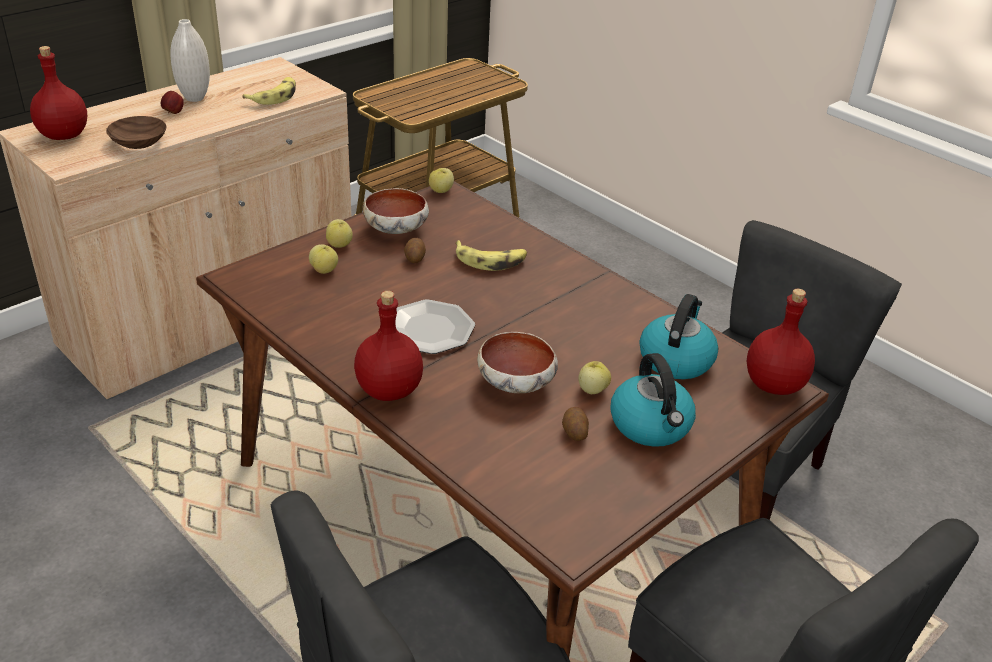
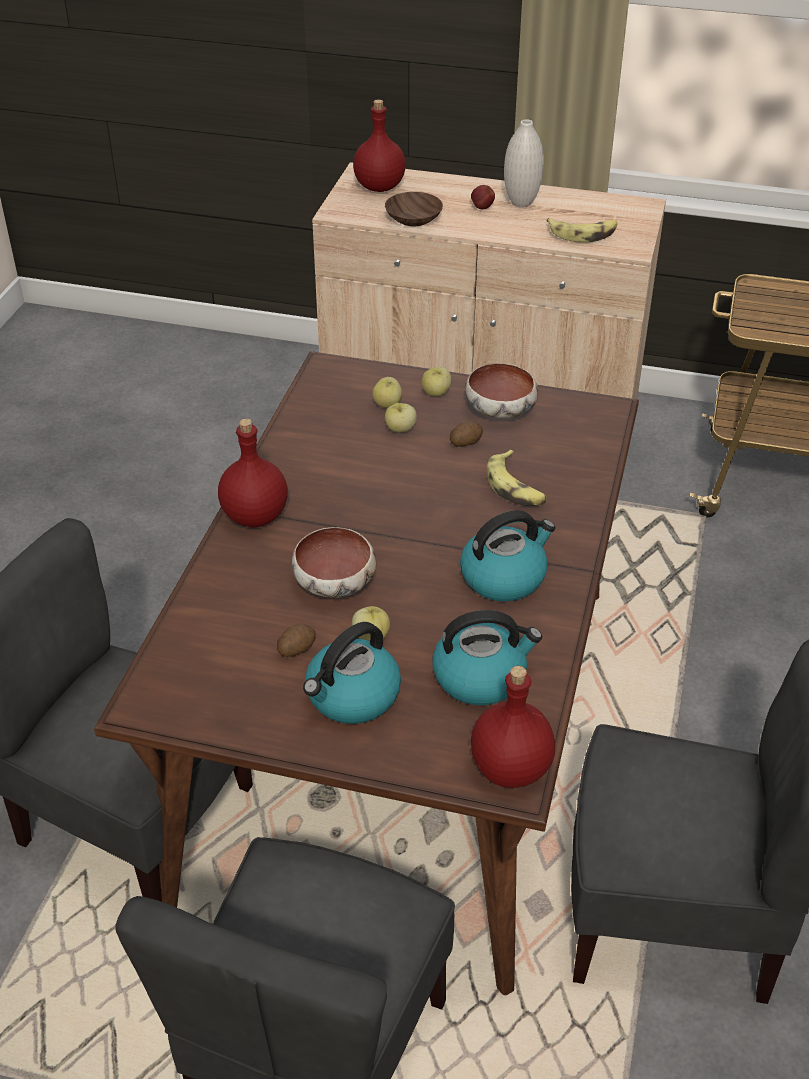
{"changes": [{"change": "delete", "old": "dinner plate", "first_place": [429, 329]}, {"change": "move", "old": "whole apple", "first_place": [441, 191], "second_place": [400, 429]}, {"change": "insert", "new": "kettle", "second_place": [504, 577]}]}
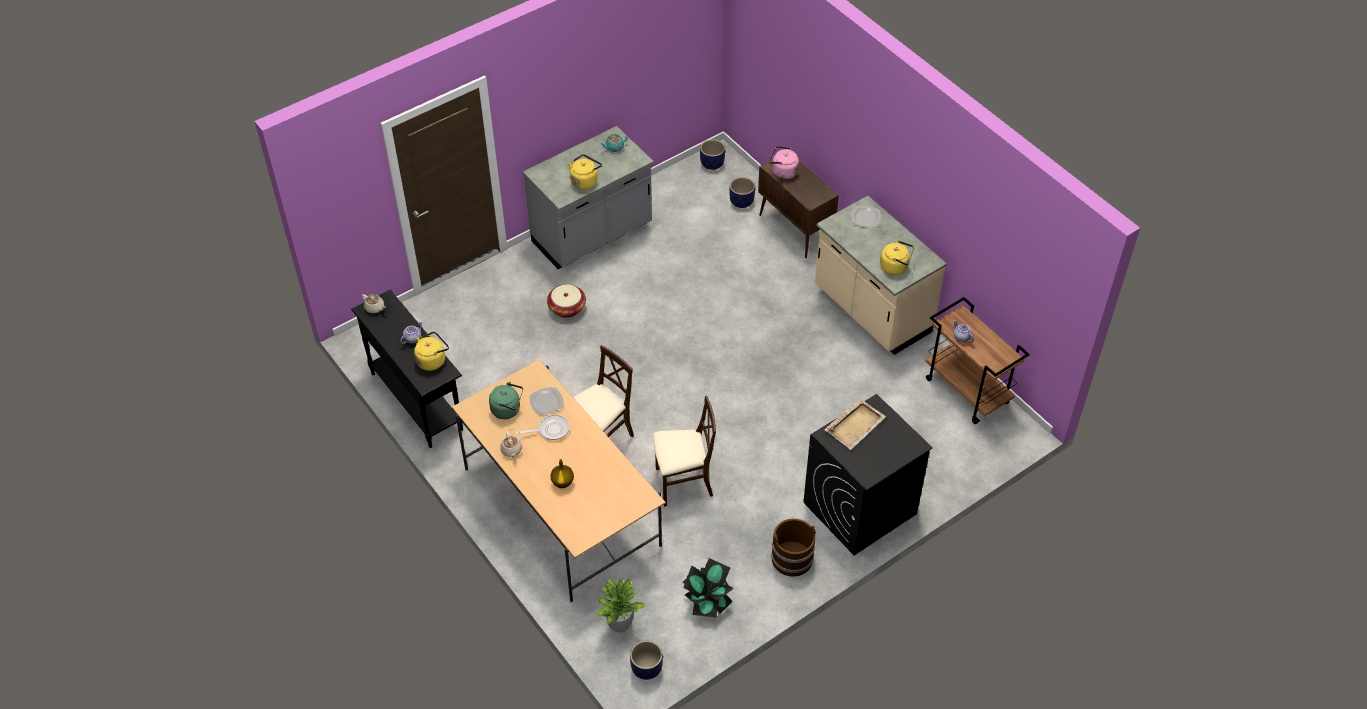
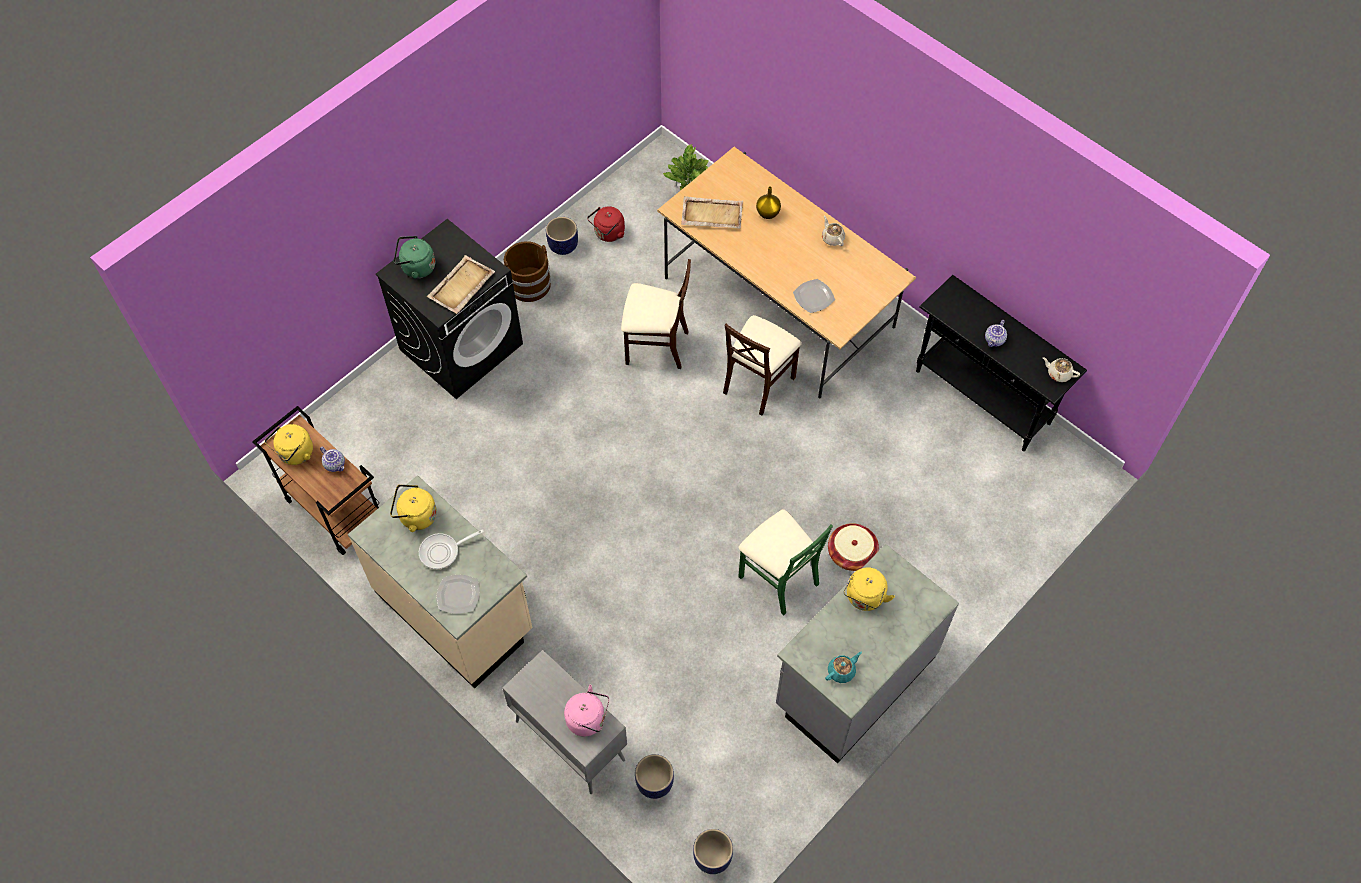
{"changes": [{"change": "move", "old": "yellowish kettle", "first_place": [432, 360], "second_place": [294, 454]}, {"change": "move", "old": "green kettle", "first_place": [508, 410], "second_place": [416, 267]}, {"change": "move", "old": "skillet", "first_place": [550, 430], "second_place": [443, 552]}, {"change": "move", "old": "plant pot", "first_place": [646, 668], "second_place": [563, 246]}, {"change": "rotate", "old": "beige-coloured chair", "first_place": [683, 483], "second_place": [656, 346], "degrees": -150}, {"change": "replace", "old": "plant in a pot", "new": "reddish kettle", "first_place": [708, 599], "second_place": [608, 234]}, {"change": "recolor", "old": "brown cabinet", "new": "grey cabinet", "first_place": [795, 230], "second_place": [569, 740]}, {"change": "insert", "new": "beige-coloured tray", "second_place": [711, 214]}, {"change": "insert", "new": "green chair", "second_place": [779, 578]}]}
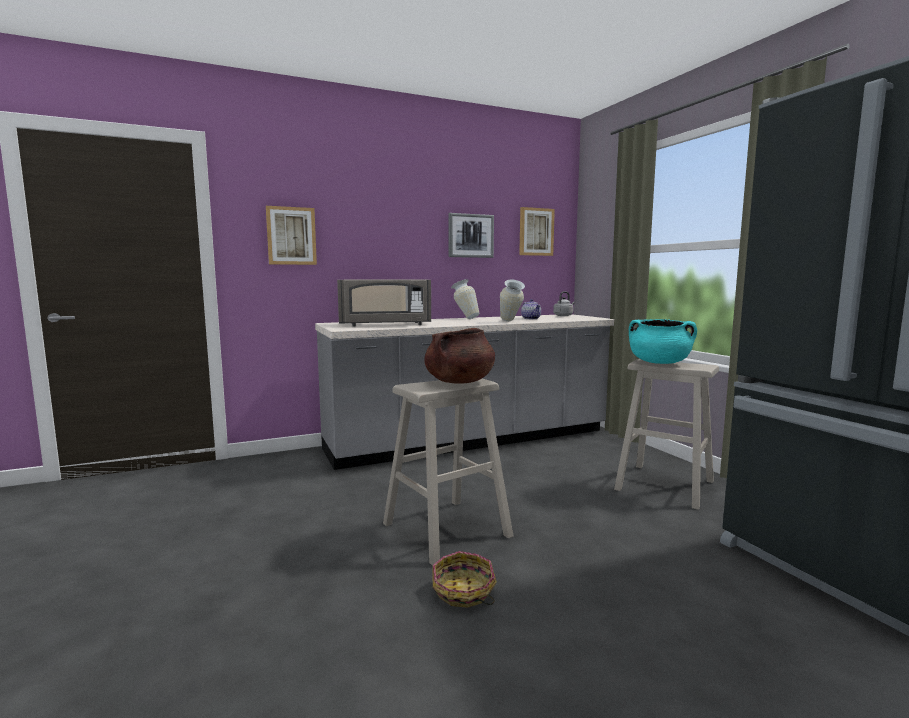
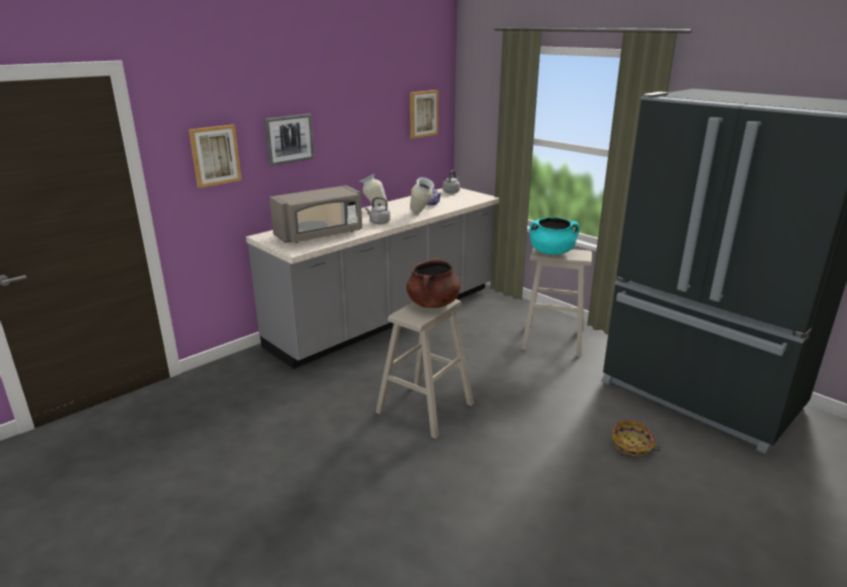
{"changes": [{"change": "move", "old": "household basket", "first_place": [463, 592], "second_place": [632, 446]}, {"change": "move", "old": "picture", "first_place": [470, 236], "second_place": [289, 139]}, {"change": "insert", "new": "grey kettle", "second_place": [378, 222]}]}
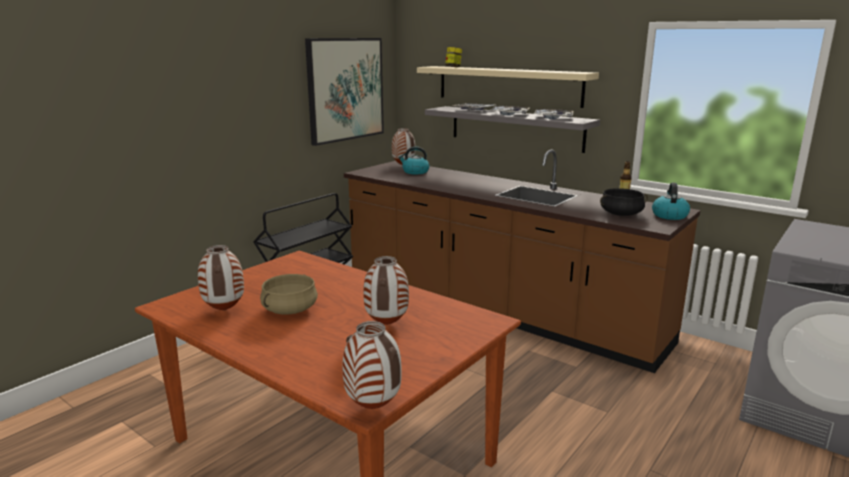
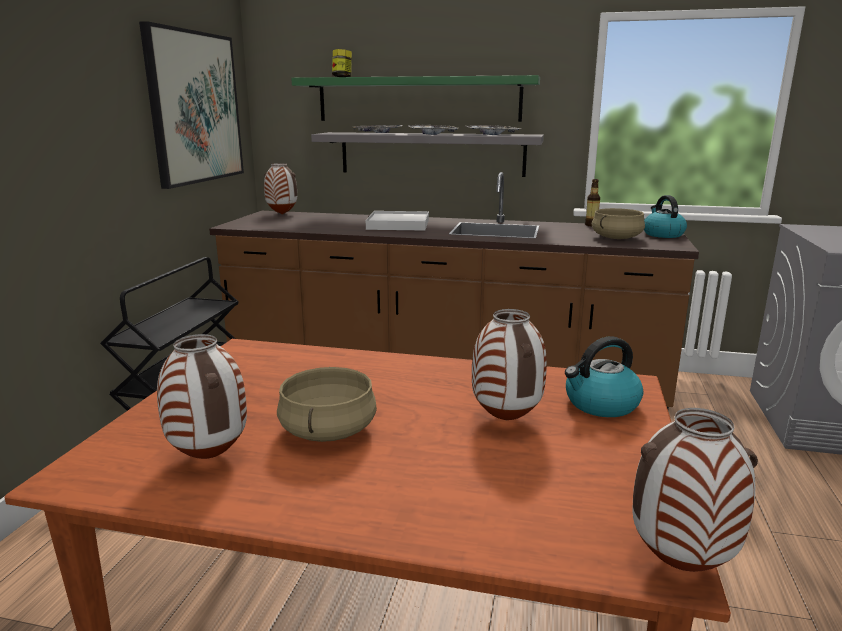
{"changes": [{"change": "move", "old": "kettle", "first_place": [415, 172], "second_place": [601, 404]}, {"change": "recolor", "old": "beige-coloured wall shelf", "new": "green wall shelf", "first_place": [507, 85], "second_place": [418, 99]}, {"change": "recolor", "old": "black-coloured stockpot", "new": "beige-coloured stockpot", "first_place": [621, 214], "second_place": [616, 238]}, {"change": "insert", "new": "whitish tray", "second_place": [398, 224]}]}
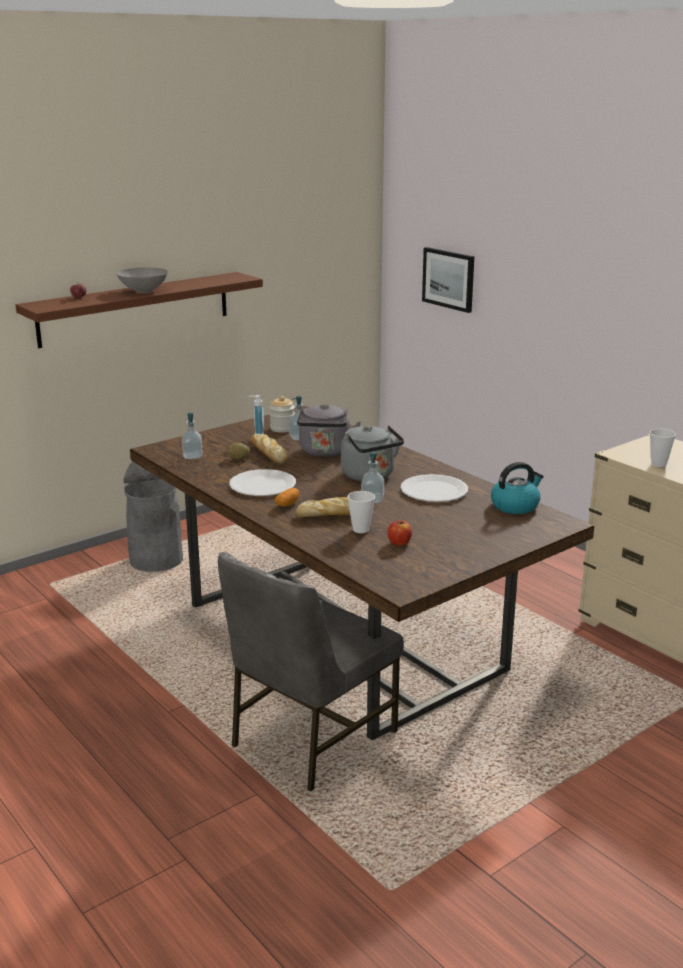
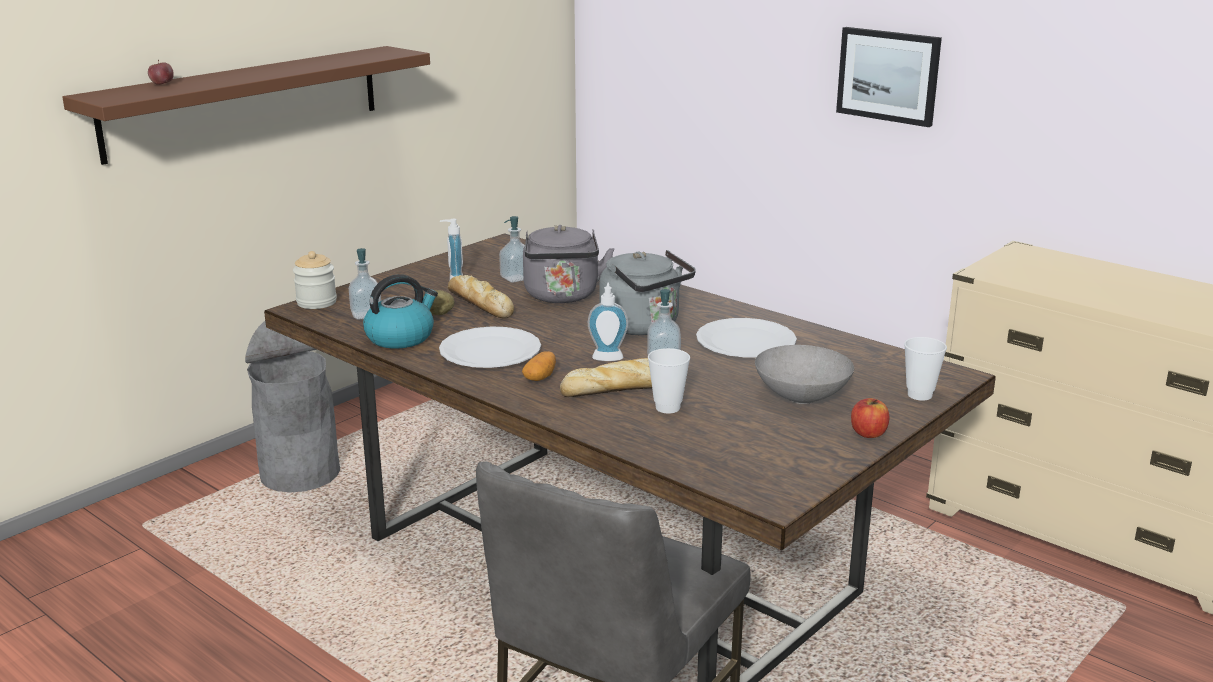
{"changes": [{"change": "move", "old": "grey bowl", "first_place": [143, 291], "second_place": [801, 398]}, {"change": "move", "old": "preserve jar", "first_place": [282, 428], "second_place": [316, 302]}, {"change": "move", "old": "whole apple", "first_place": [399, 543], "second_place": [868, 433]}, {"change": "move", "old": "picture", "first_place": [449, 279], "second_place": [888, 75]}, {"change": "move", "old": "kettle", "first_place": [515, 506], "second_place": [401, 337]}, {"change": "move", "old": "small cup", "first_place": [658, 464], "second_place": [919, 395]}, {"change": "insert", "new": "liquid soap bottle", "second_place": [607, 356]}]}
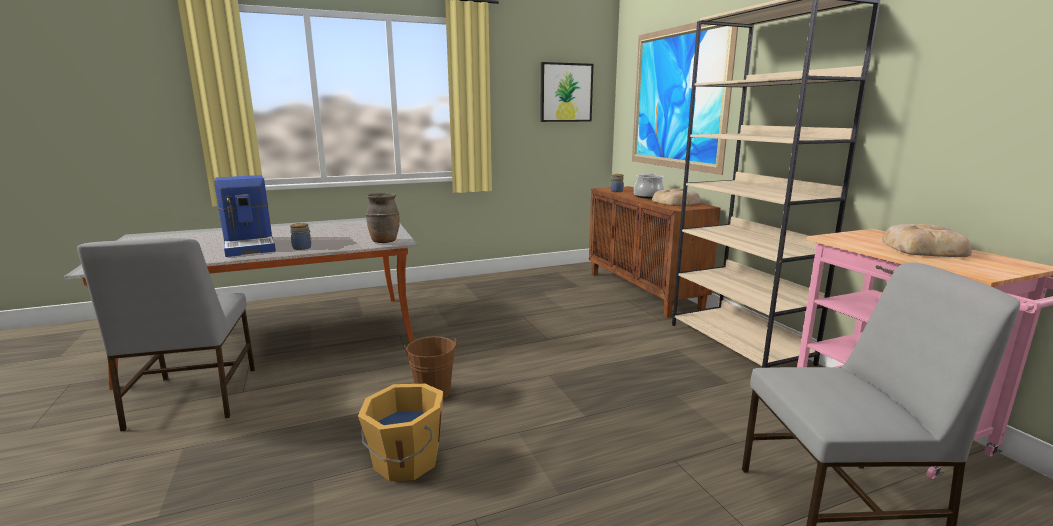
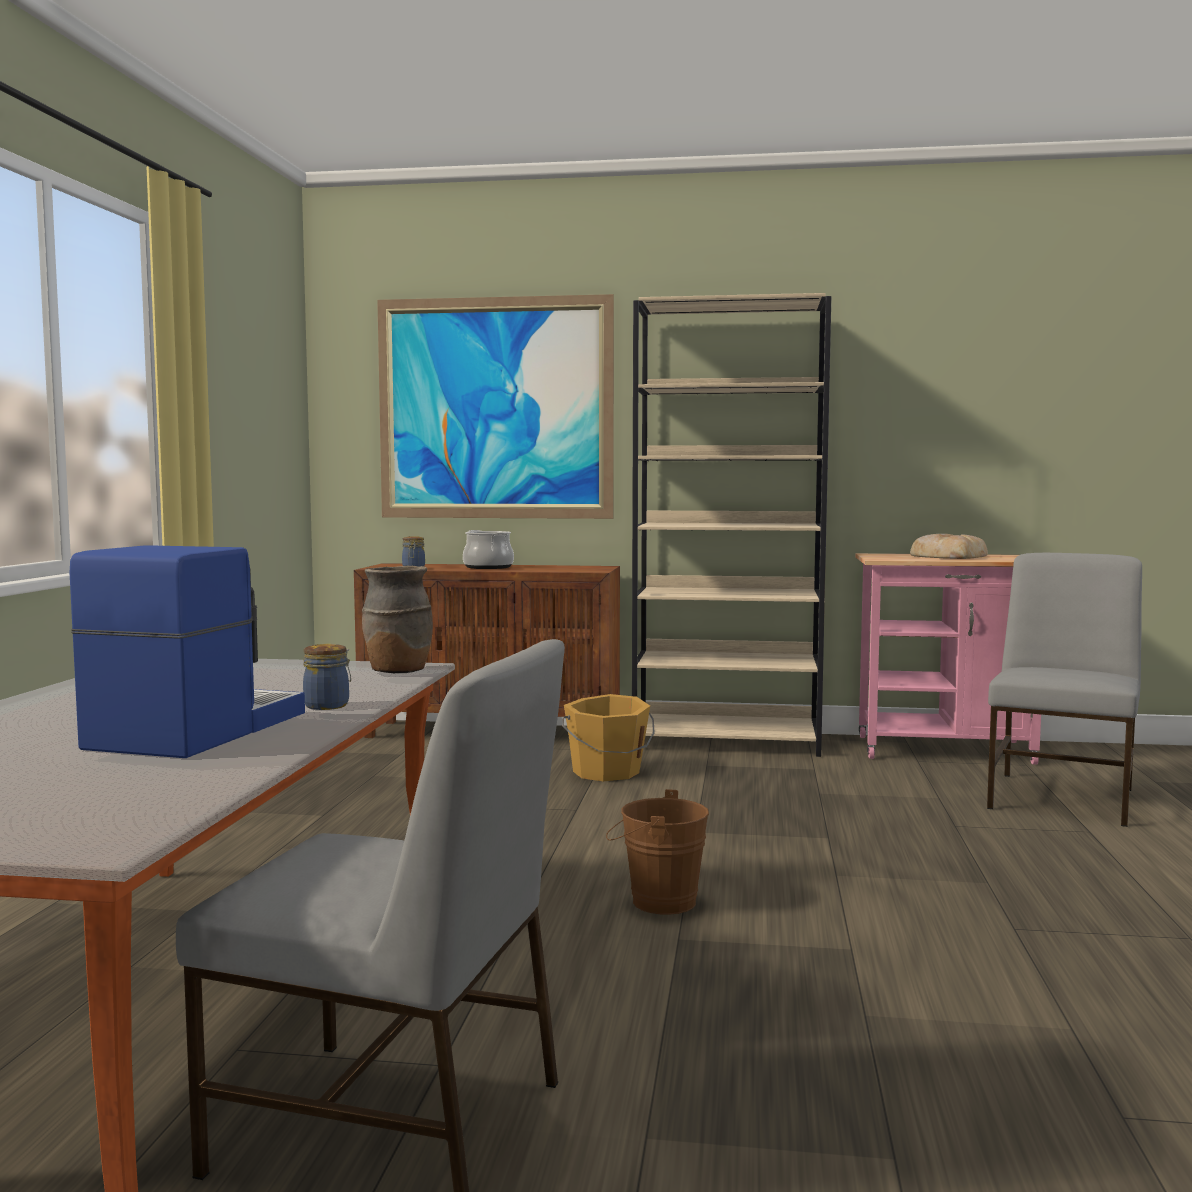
{"changes": [{"change": "rotate", "old": "coffee maker", "first_place": [250, 245], "second_place": [195, 730], "degrees": -75}, {"change": "move", "old": "orange bucket", "first_place": [405, 461], "second_place": [606, 772]}, {"change": "delete", "old": "picture", "first_place": [566, 92]}, {"change": "delete", "old": "baked bread", "first_place": [677, 202]}]}
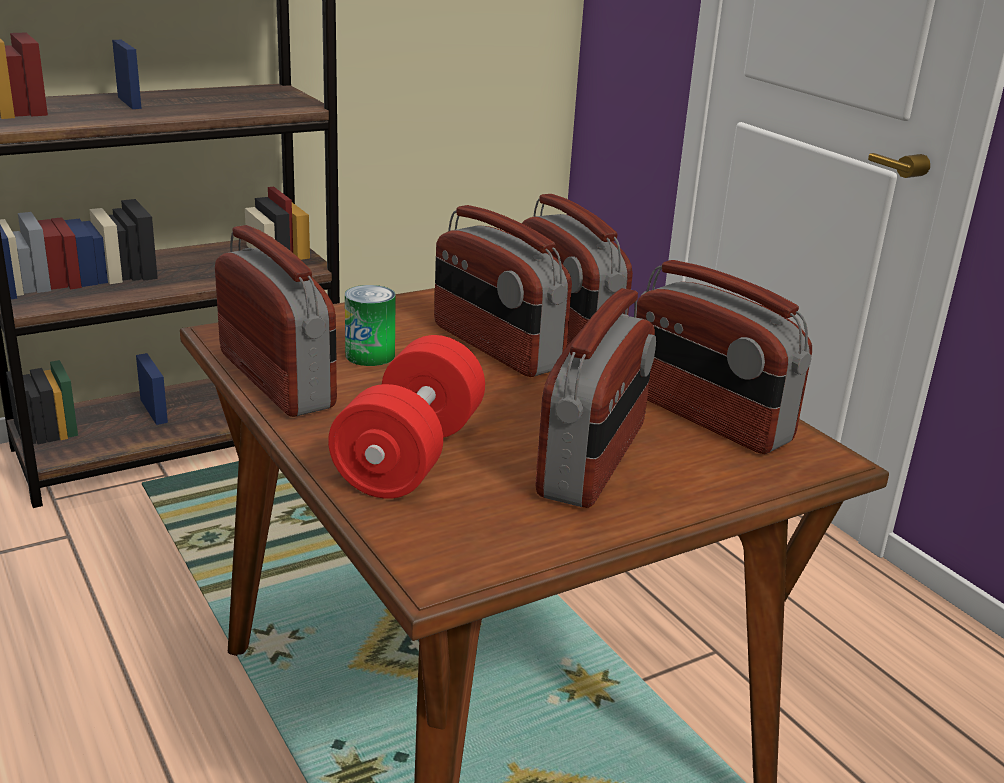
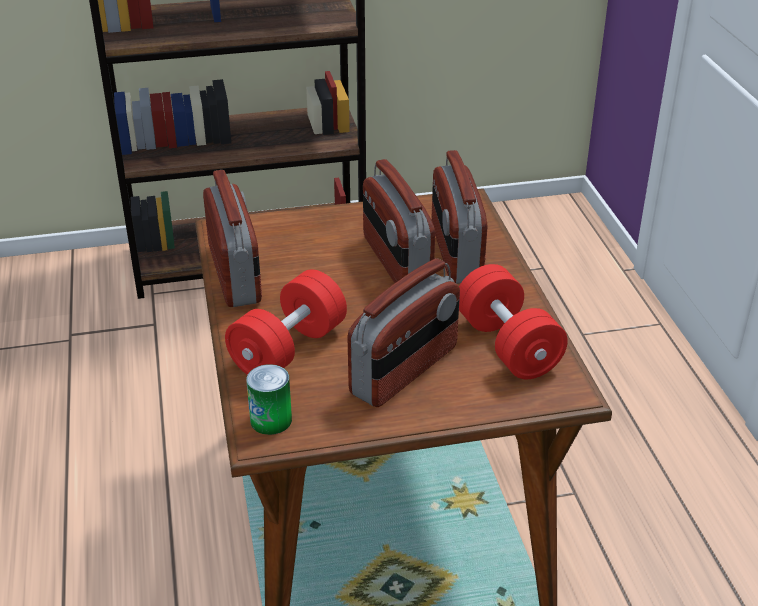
{"changes": [{"change": "move", "old": "metal can", "first_place": [370, 355], "second_place": [271, 420]}, {"change": "replace", "old": "radio receiver", "new": "reddish hand weight", "first_place": [706, 417], "second_place": [507, 345]}]}
